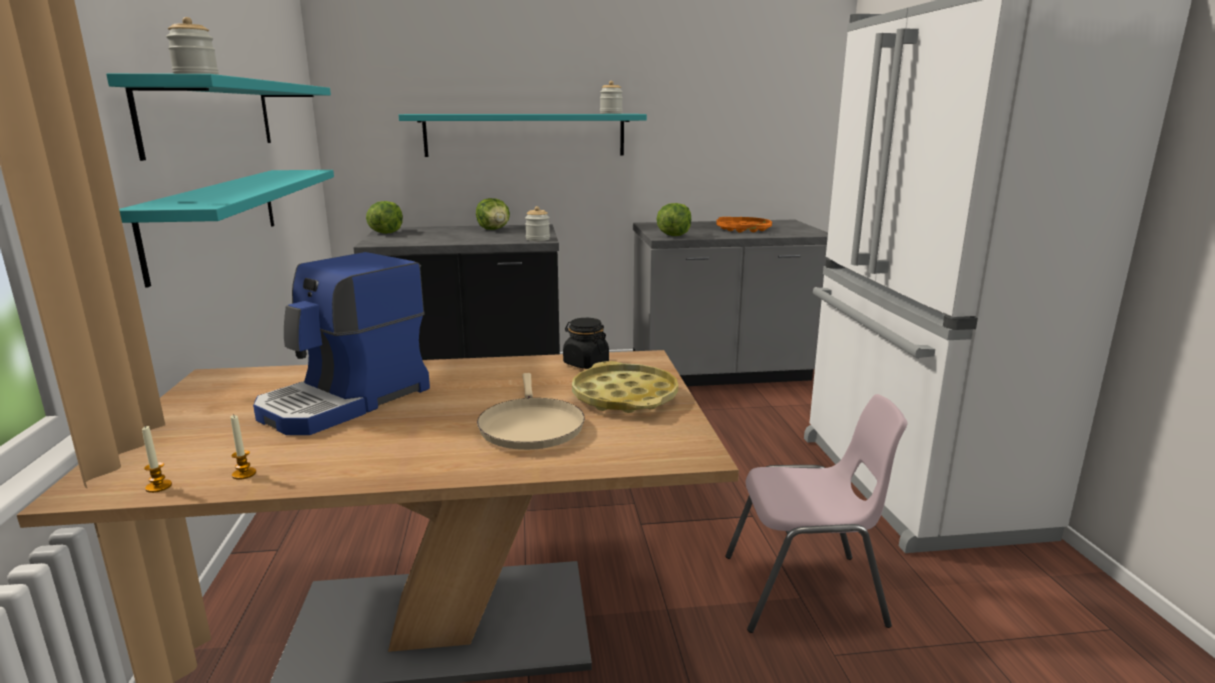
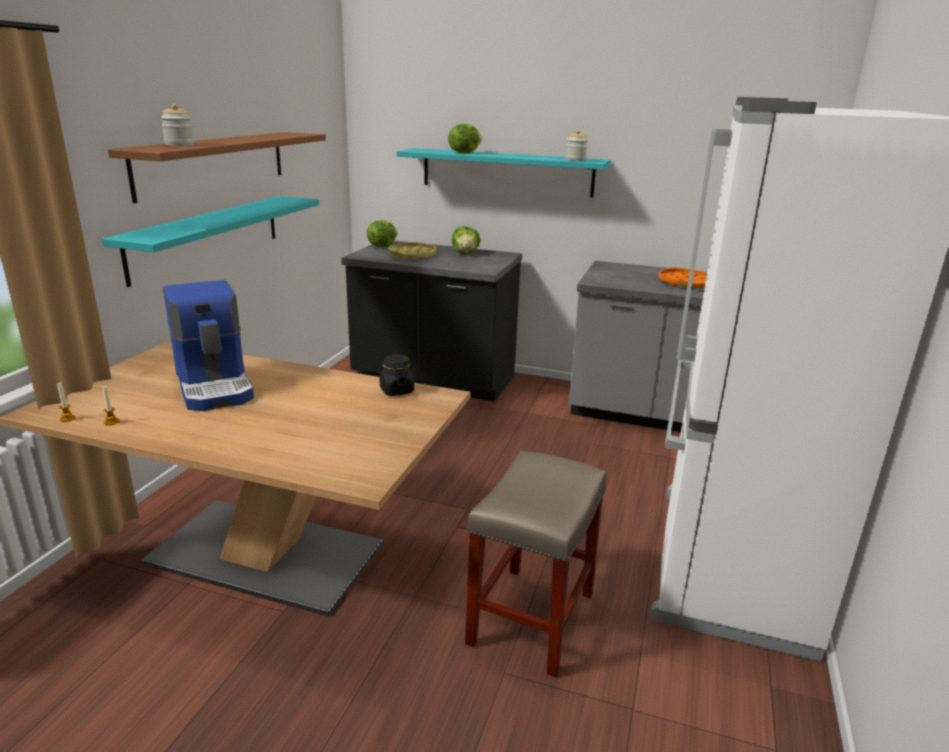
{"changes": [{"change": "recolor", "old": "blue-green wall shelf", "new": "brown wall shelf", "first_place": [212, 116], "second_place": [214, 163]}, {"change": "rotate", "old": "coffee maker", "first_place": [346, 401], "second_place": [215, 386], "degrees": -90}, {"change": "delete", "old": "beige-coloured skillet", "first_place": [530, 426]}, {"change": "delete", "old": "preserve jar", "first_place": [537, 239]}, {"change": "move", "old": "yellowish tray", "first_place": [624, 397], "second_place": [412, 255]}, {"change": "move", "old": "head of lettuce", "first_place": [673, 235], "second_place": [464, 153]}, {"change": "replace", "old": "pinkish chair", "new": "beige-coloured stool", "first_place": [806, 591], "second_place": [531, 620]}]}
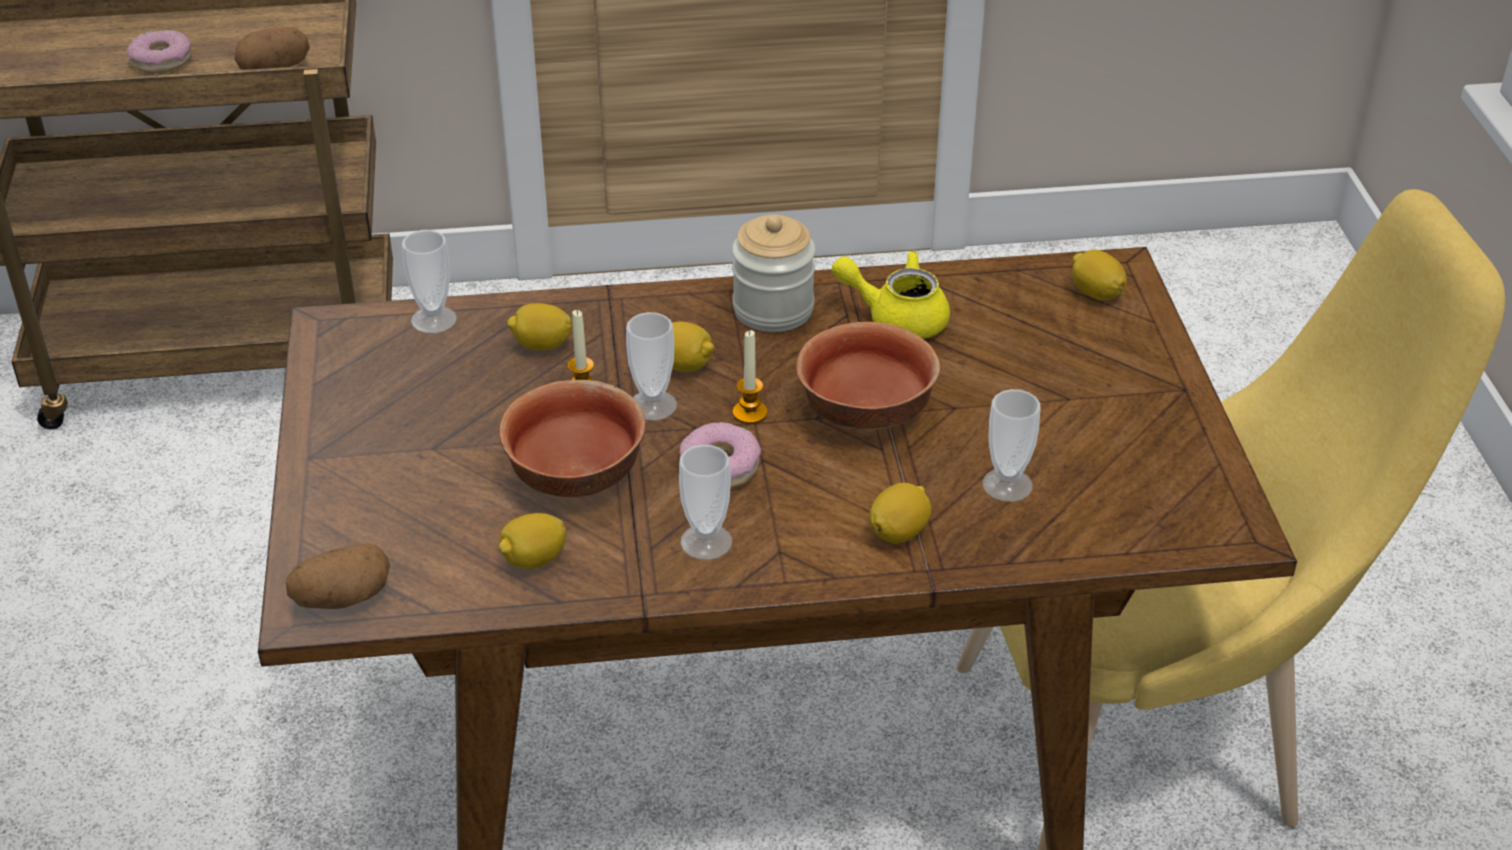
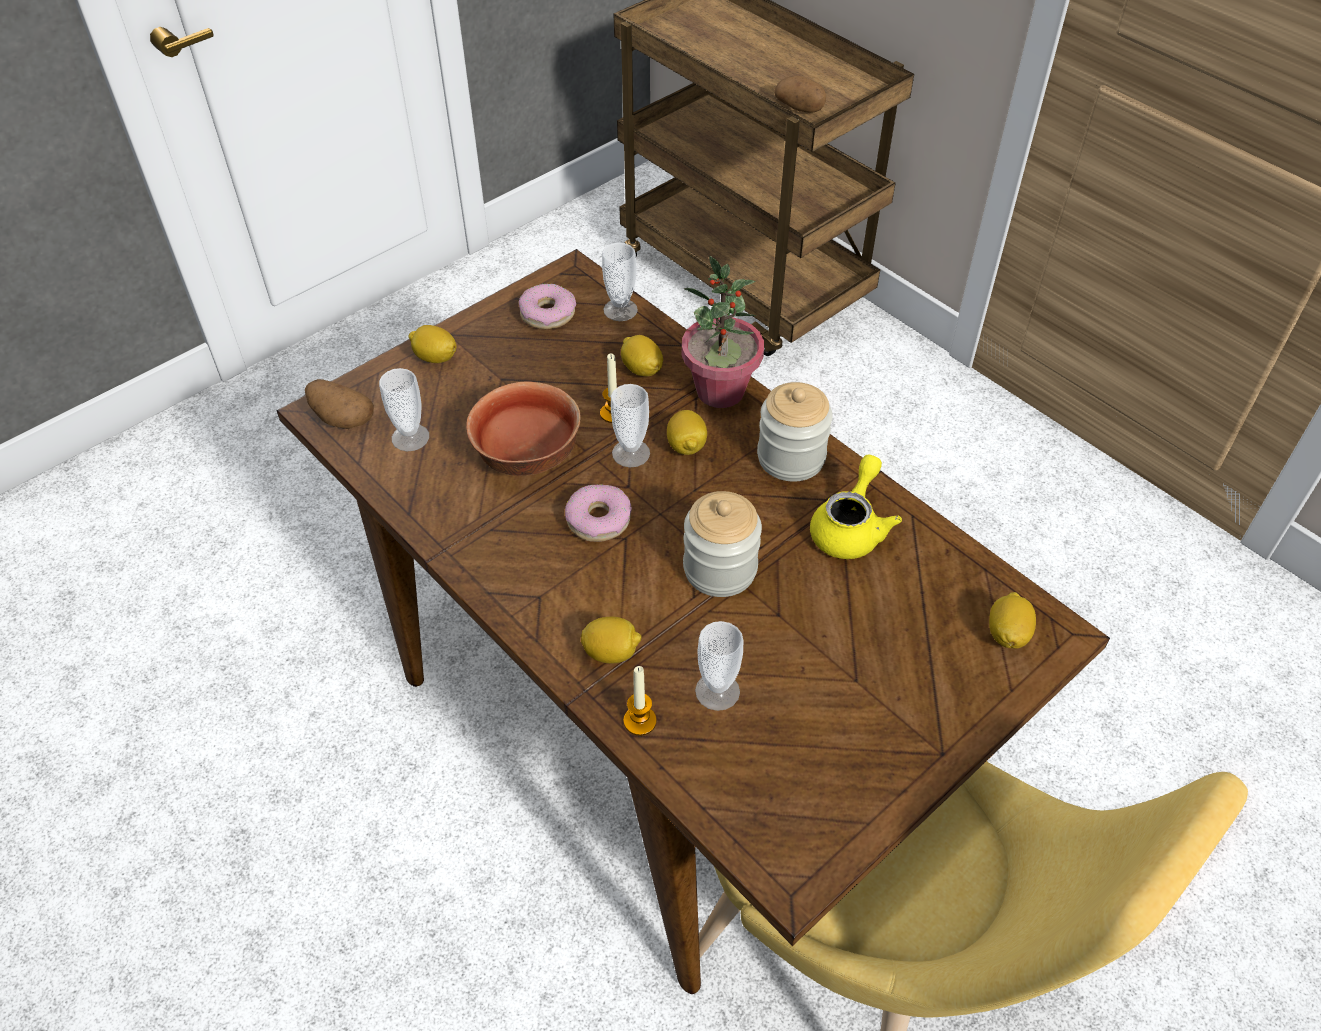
{"changes": [{"change": "move", "old": "donut", "first_place": [161, 60], "second_place": [548, 313]}, {"change": "move", "old": "whole lemon", "first_place": [533, 560], "second_place": [435, 358]}, {"change": "move", "old": "small cup", "first_place": [706, 542], "second_place": [410, 437]}, {"change": "move", "old": "wax candle", "first_place": [750, 413], "second_place": [640, 721]}, {"change": "replace", "old": "bowl", "new": "preserve jar", "first_place": [865, 417], "second_place": [720, 569]}, {"change": "rotate", "old": "yellowish pot for tea", "first_place": [896, 317], "second_place": [850, 528], "degrees": 45}, {"change": "insert", "new": "plant in a pot", "second_place": [720, 391]}]}
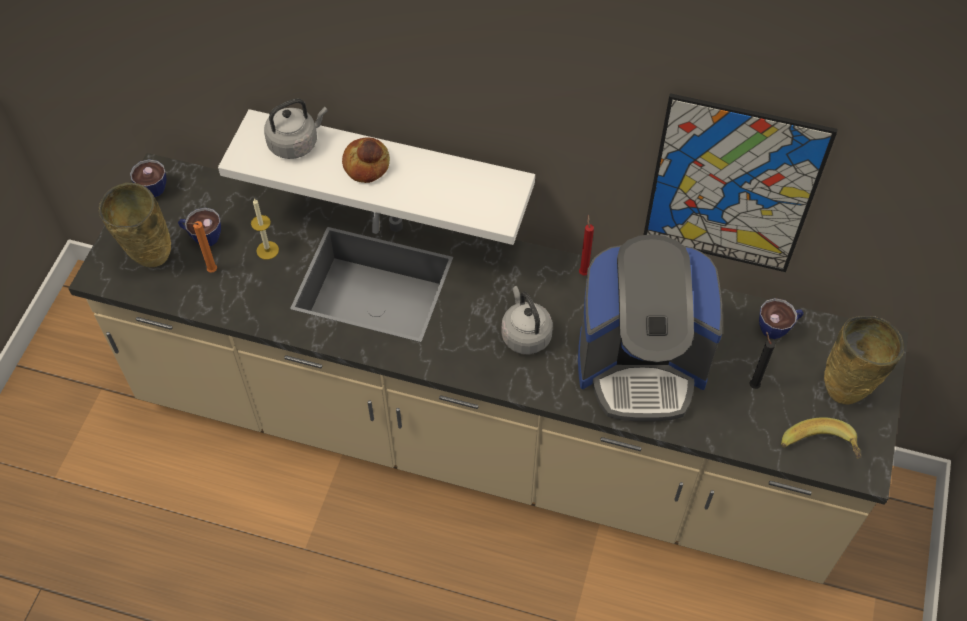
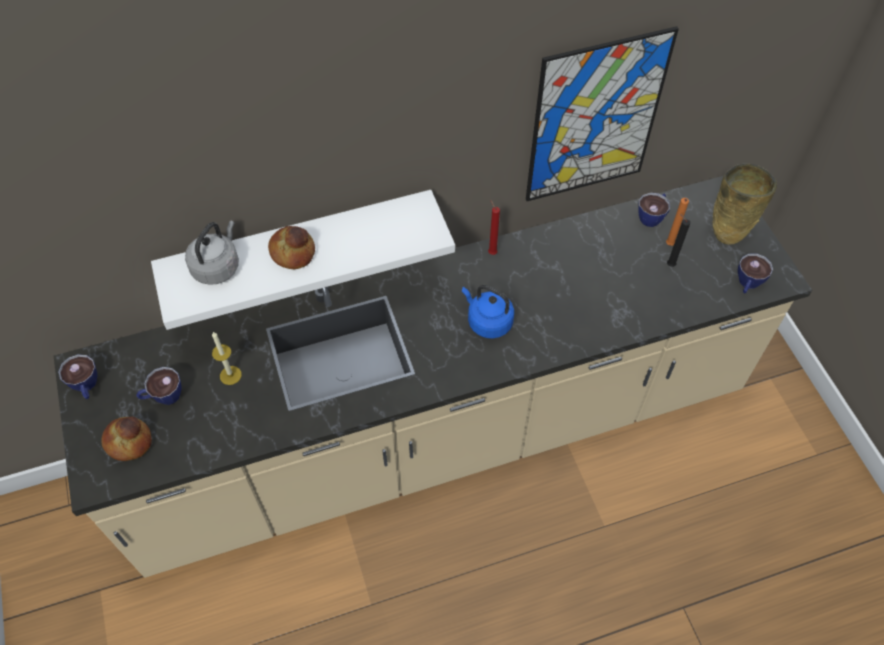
{"changes": [{"change": "replace", "old": "beige-coloured vase", "new": "baked bread", "first_place": [149, 258], "second_place": [129, 441]}, {"change": "move", "old": "orange wax candle", "first_place": [211, 271], "second_place": [669, 245]}, {"change": "recolor", "old": "grey kettle", "new": "blue kettle", "first_place": [525, 334], "second_place": [487, 322]}, {"change": "delete", "old": "coffee maker", "first_place": [641, 365]}, {"change": "replace", "old": "banana fruit", "new": "small cup", "first_place": [819, 451], "second_place": [747, 284]}]}
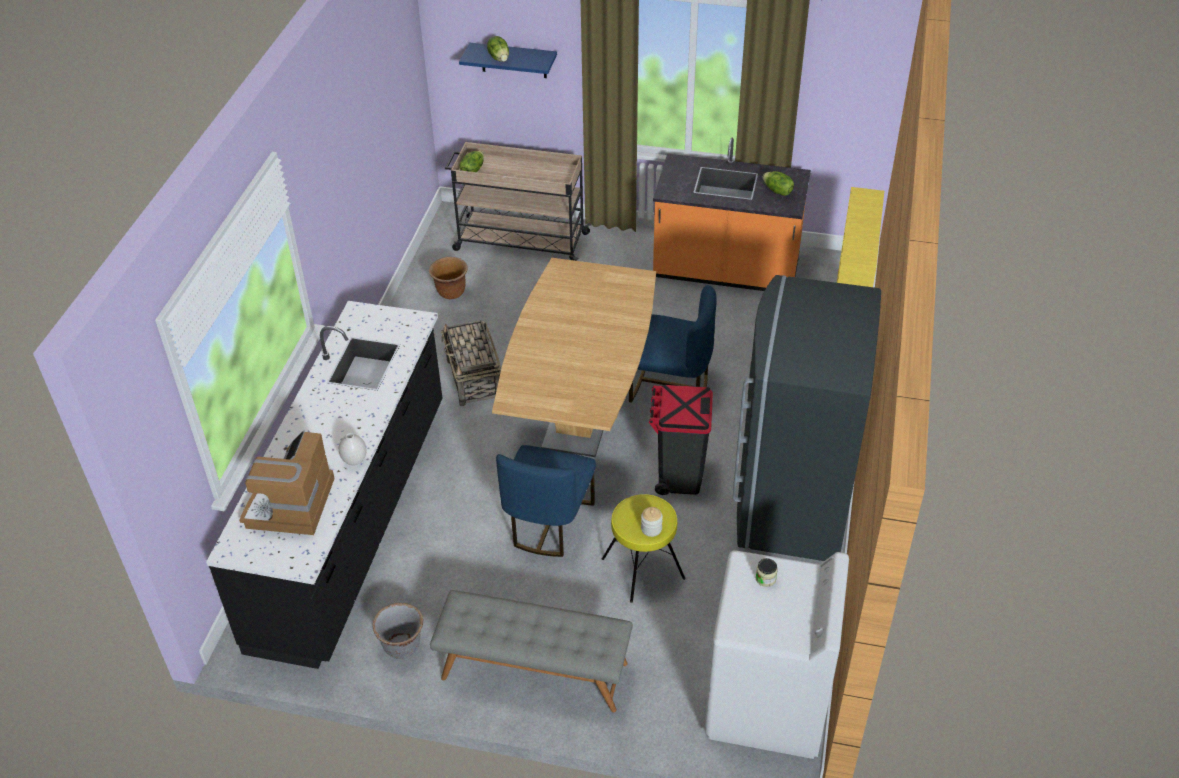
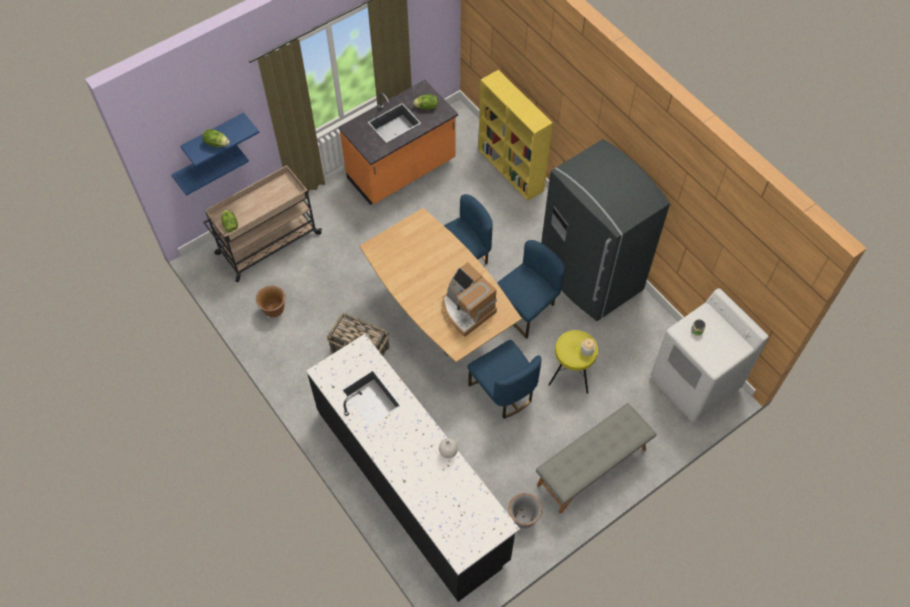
{"changes": [{"change": "move", "old": "coffee maker", "first_place": [291, 504], "second_place": [466, 309]}, {"change": "replace", "old": "black-coloured waste bin", "new": "blue chair", "first_place": [679, 475], "second_place": [526, 309]}, {"change": "insert", "new": "blue wall shelf", "second_place": [205, 165]}]}
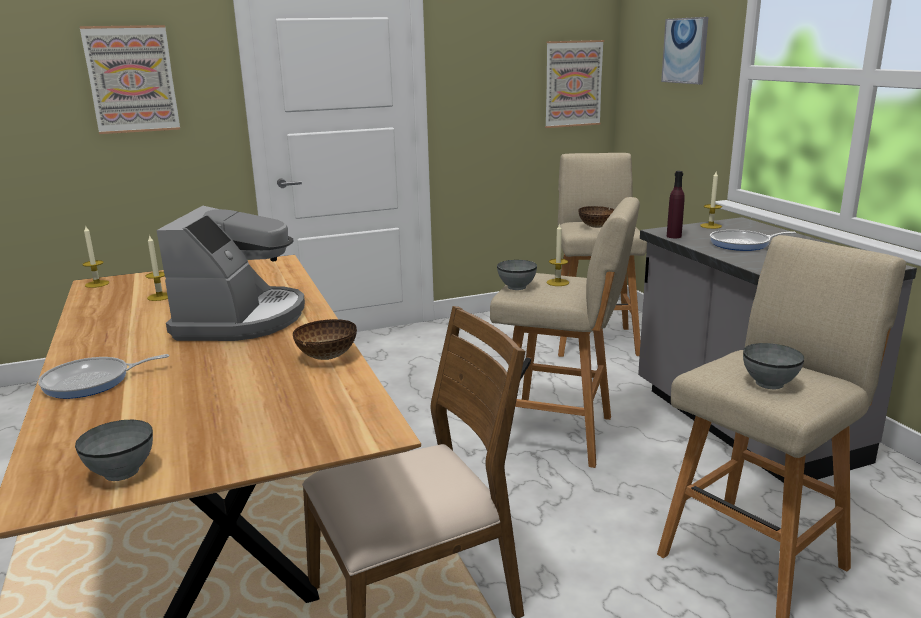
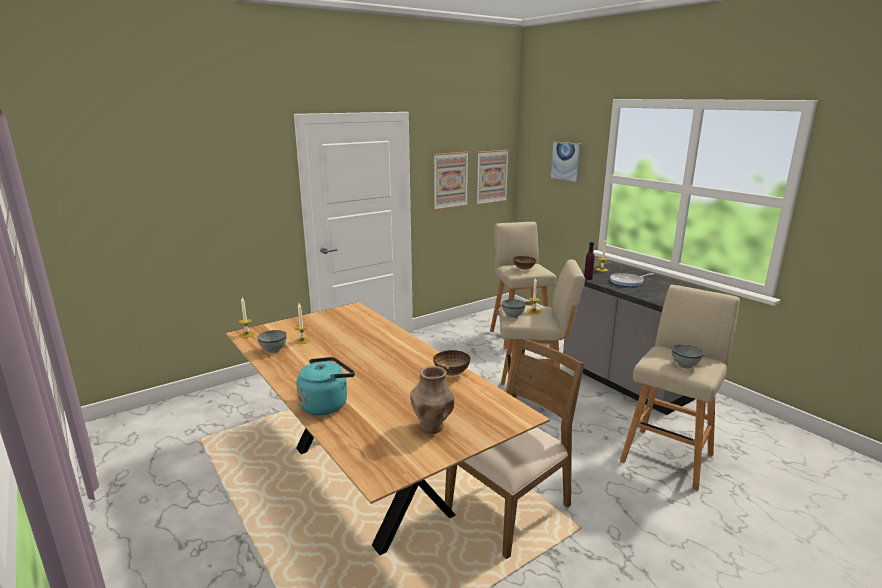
{"changes": [{"change": "replace", "old": "skillet", "new": "blue-green kettle", "first_place": [92, 382], "second_place": [326, 404]}, {"change": "move", "old": "grey bowl", "first_place": [122, 472], "second_place": [274, 350]}, {"change": "move", "old": "picture", "first_place": [132, 79], "second_place": [450, 180]}, {"change": "delete", "old": "coffee maker", "first_place": [241, 319]}, {"change": "insert", "new": "brown vase", "second_place": [432, 427]}]}
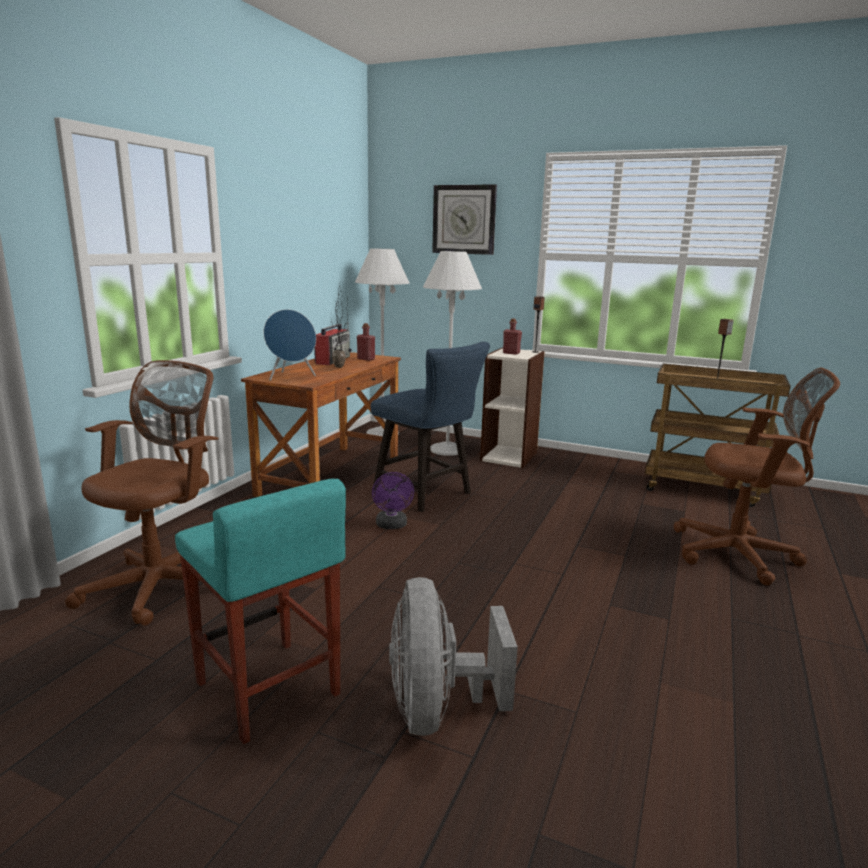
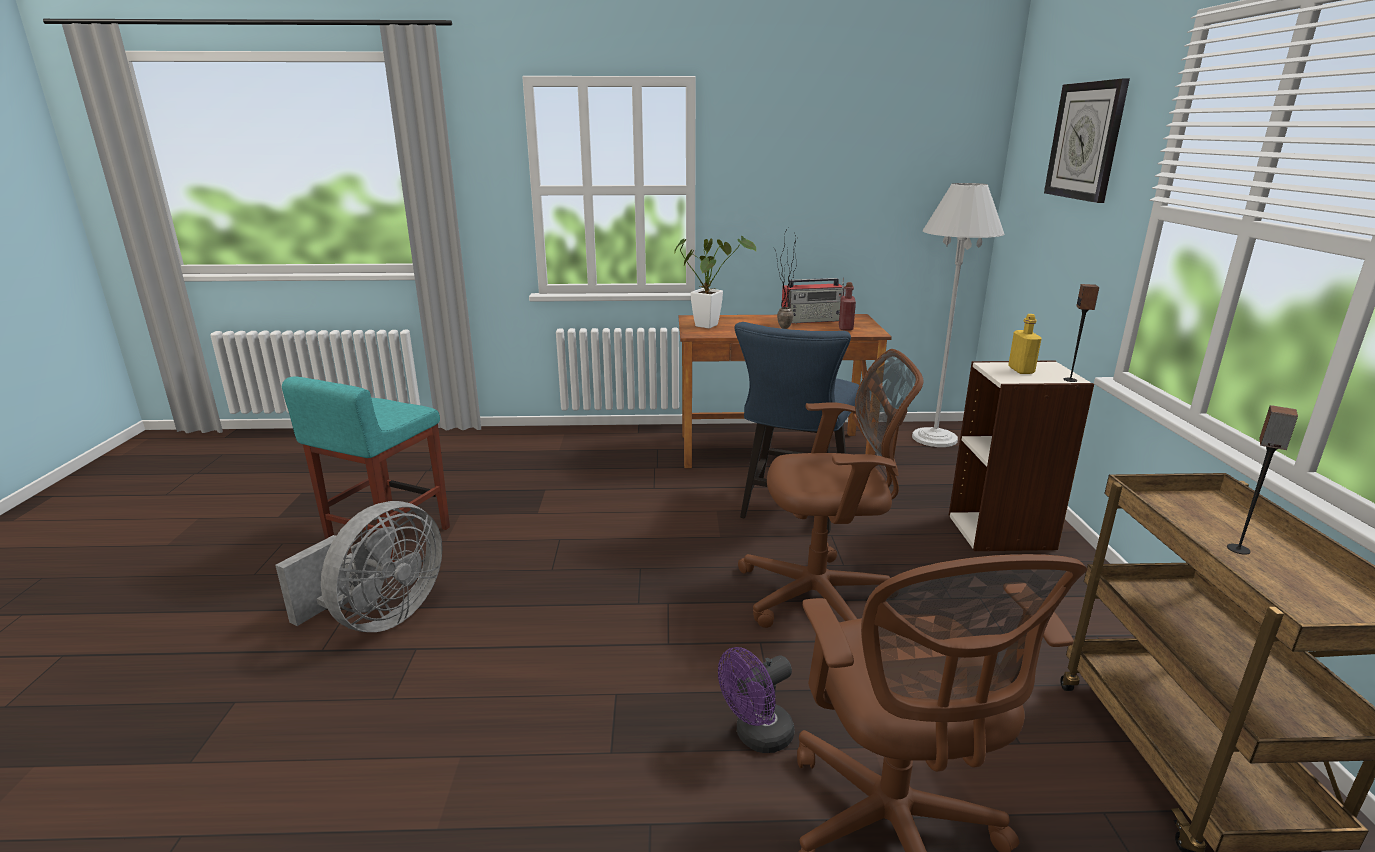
{"changes": [{"change": "move", "old": "brown office chair", "first_place": [161, 584], "second_place": [822, 596]}, {"change": "replace", "old": "blue speaker", "new": "plant in a pot", "first_place": [291, 377], "second_place": [709, 324]}, {"change": "move", "old": "purplish electric fan", "first_place": [392, 526], "second_place": [757, 737]}, {"change": "rotate", "old": "grey electric fan", "first_place": [437, 710], "second_place": [379, 618], "degrees": 150}, {"change": "delete", "old": "whitish standing lamp", "first_place": [447, 449]}, {"change": "recolor", "old": "reddish bottle", "new": "yellowish bottle", "first_place": [511, 353], "second_place": [1021, 370]}]}
